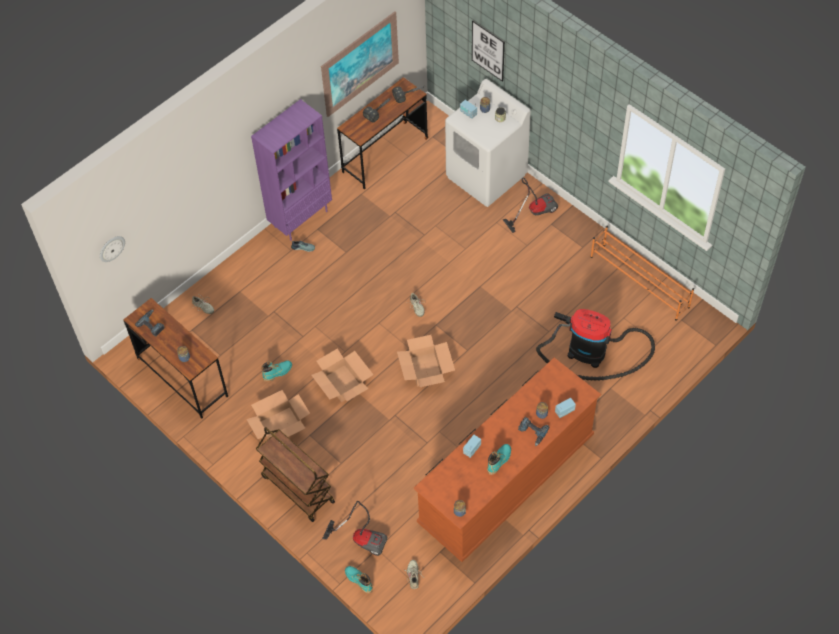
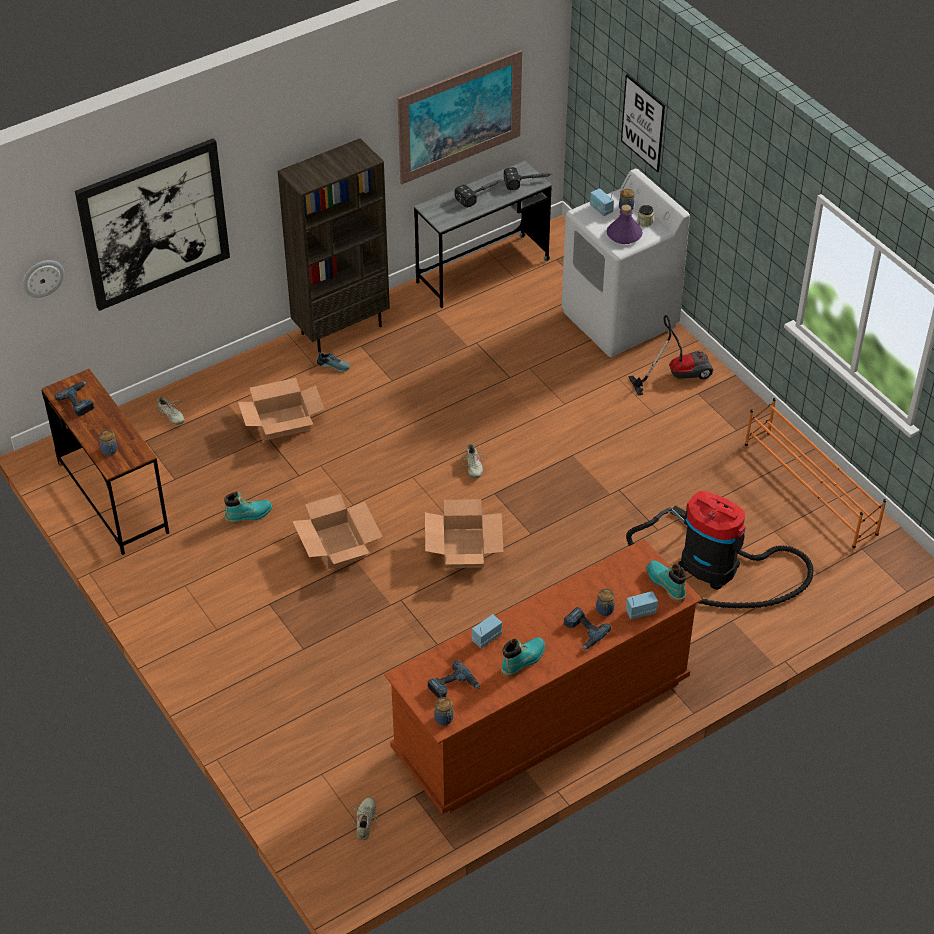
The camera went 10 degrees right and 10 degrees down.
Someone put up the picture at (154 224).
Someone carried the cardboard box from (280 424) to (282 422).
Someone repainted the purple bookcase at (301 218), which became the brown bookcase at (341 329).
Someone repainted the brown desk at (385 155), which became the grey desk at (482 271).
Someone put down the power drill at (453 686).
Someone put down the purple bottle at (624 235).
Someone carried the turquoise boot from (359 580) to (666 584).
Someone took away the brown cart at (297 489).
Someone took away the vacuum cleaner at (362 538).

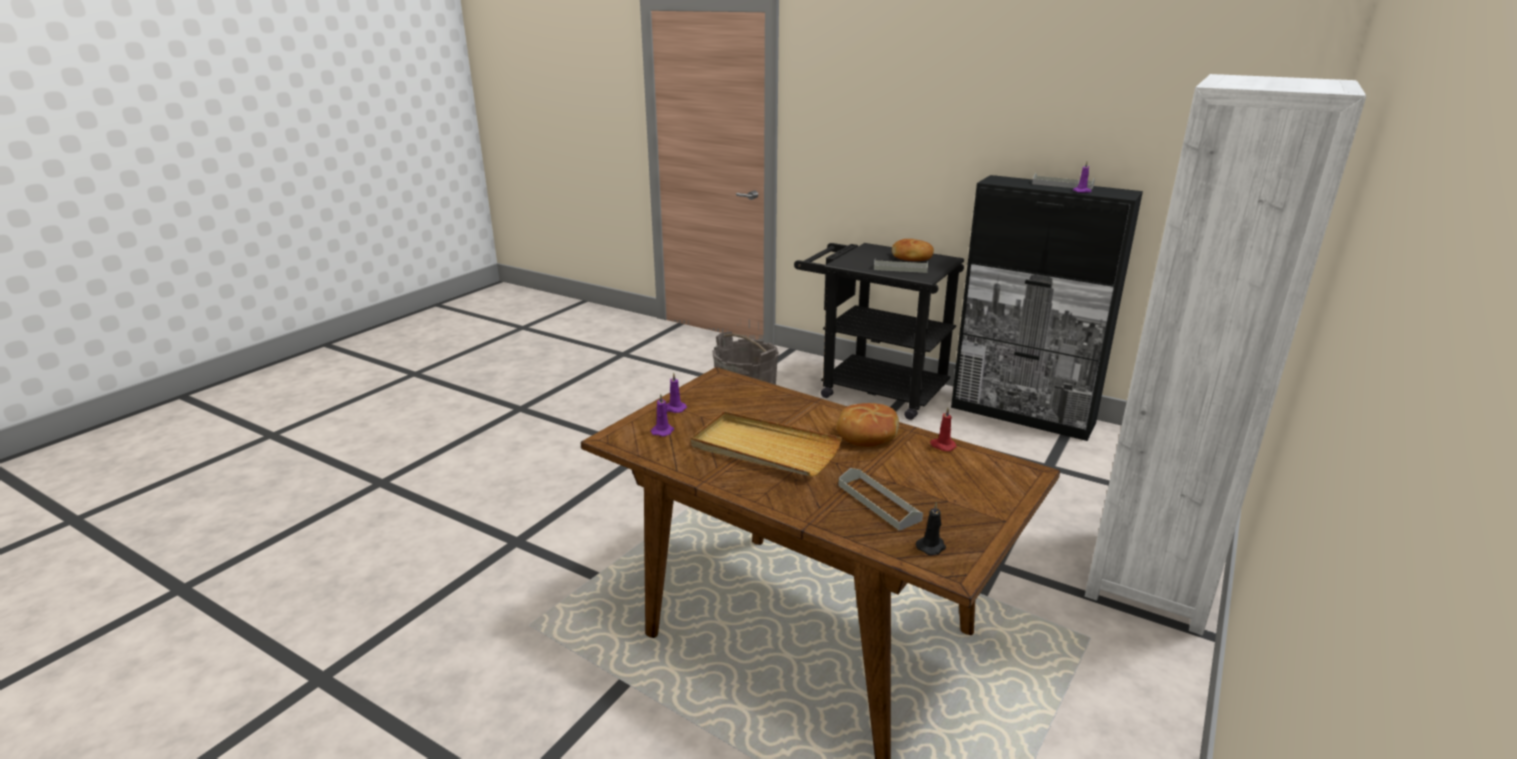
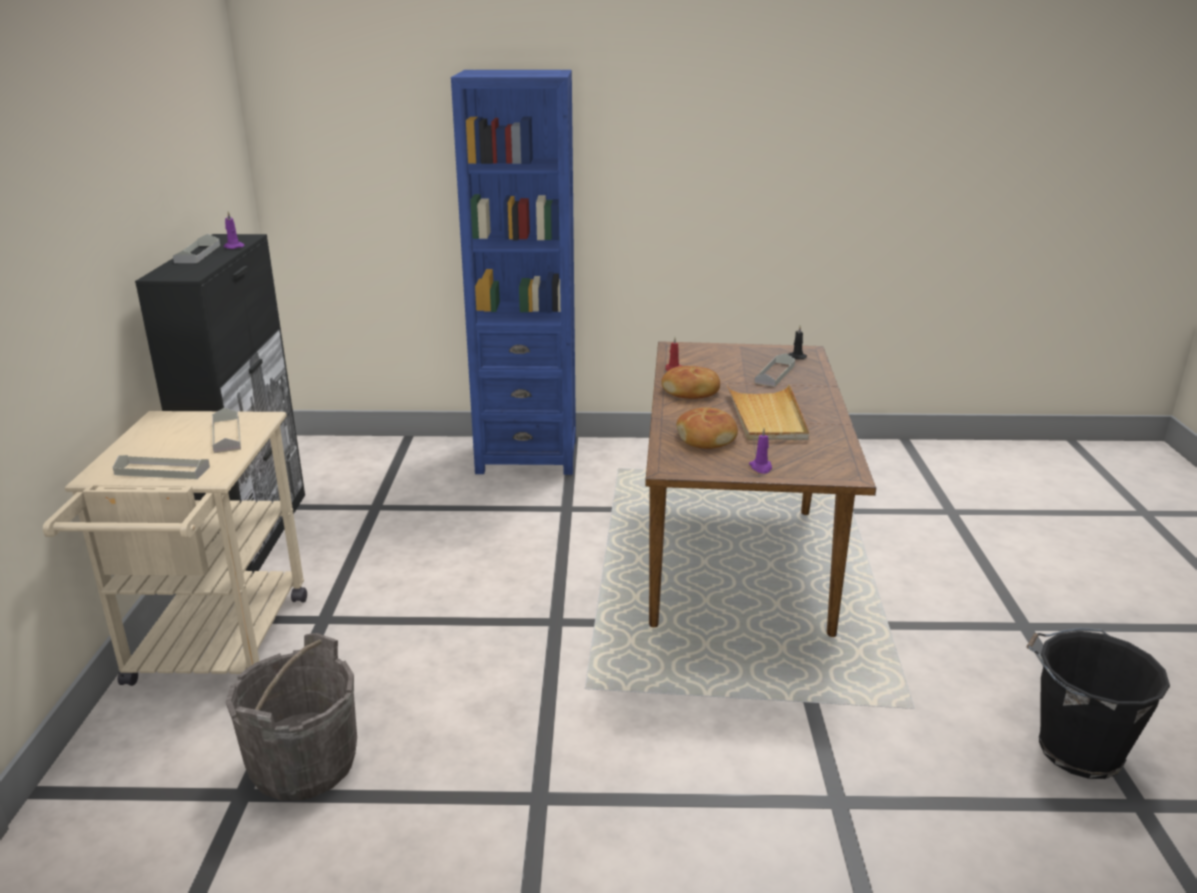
The camera went 120 degrees left and 0 degrees up.
Someone repainted the black cart at (872 389), which became the beige cart at (214 650).
Someone put down the grey tray at (162 471).
Someone repainted the white bookcase at (1151 579), which became the blue bookcase at (527 456).
Someone carried the bread from (912 257) to (706 438).
Someone put down the black bucket at (1076 749).
Someone took away the purple candle at (663 431).

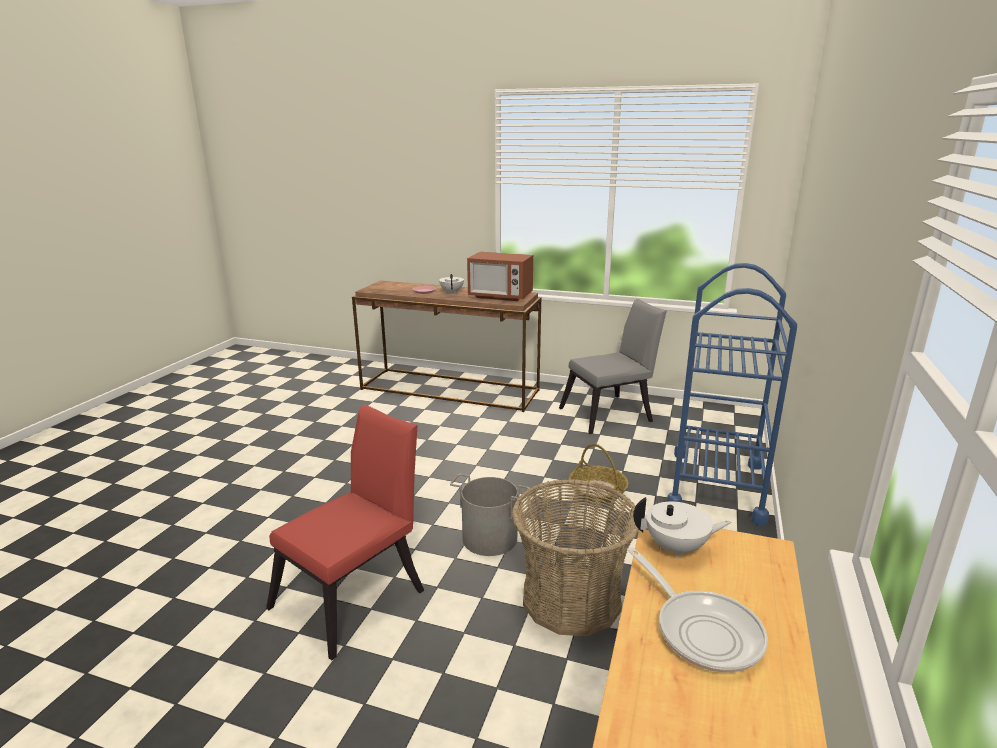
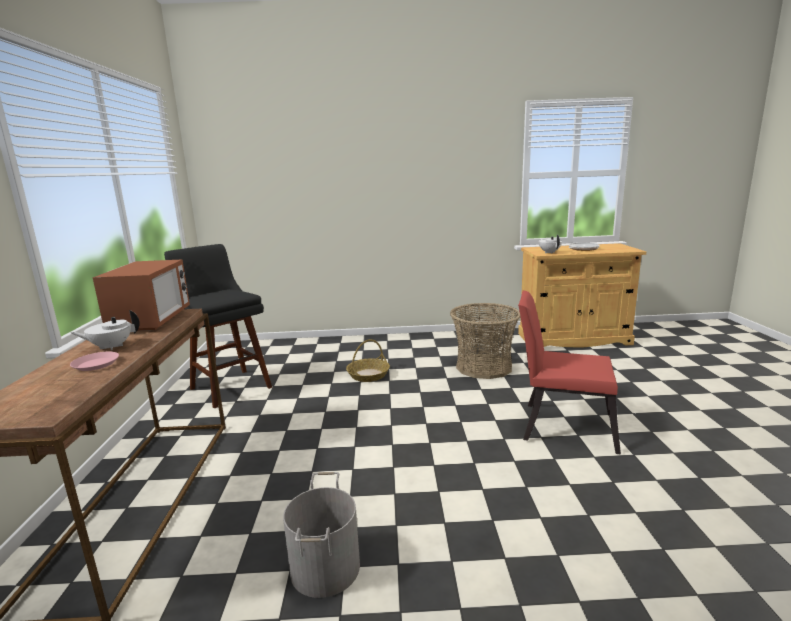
The camera went 110 degrees left and 5 degrees down.
Someone swapped the grey chair at (611 414) for the black stool at (229 386).
Someone carried the grey bucket from (489 539) to (326 568).
Someone took away the blue cart at (716 485).

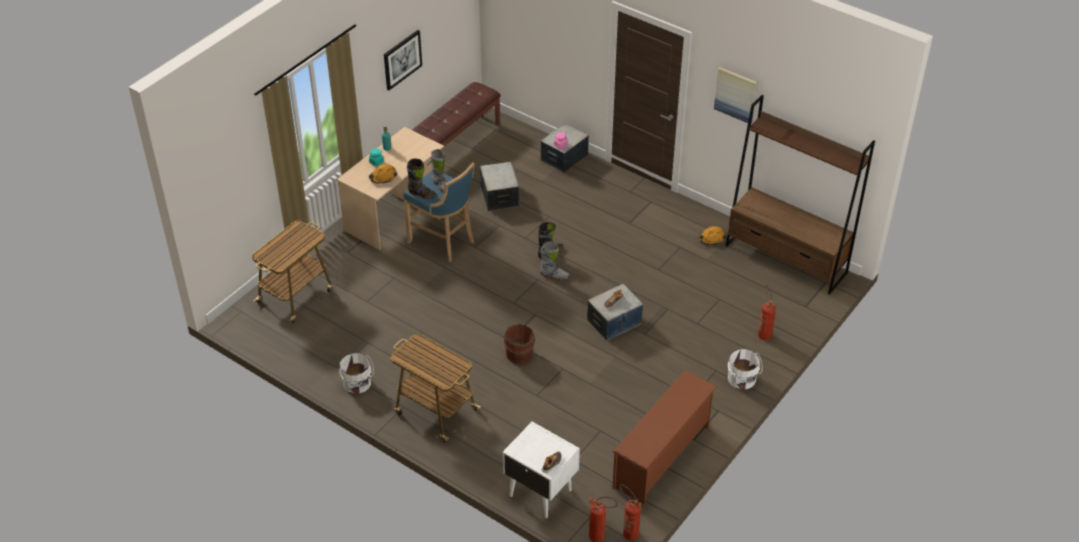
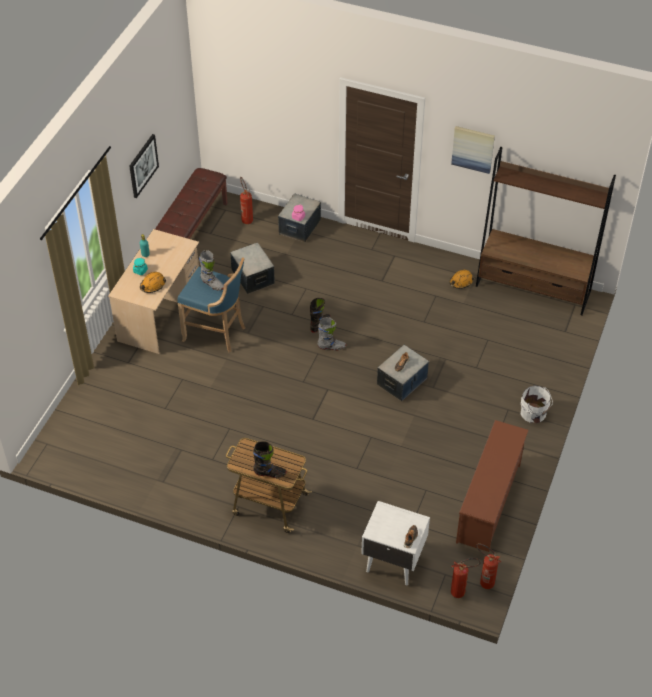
The camera went 15 degrees left and 5 degrees up.
Someone carried the fire extinguisher from (763 333) to (246 218).
Someone carried the black boot from (422 194) to (270 473).
Someone took away the cart at (296 295).
Someone took away the white bucket at (357 384).
Someone took away the brown bucket at (520 353).

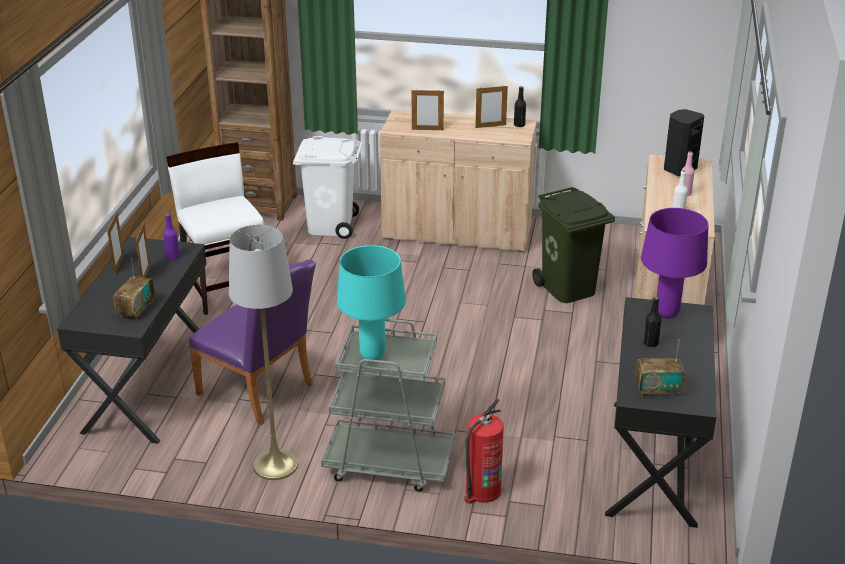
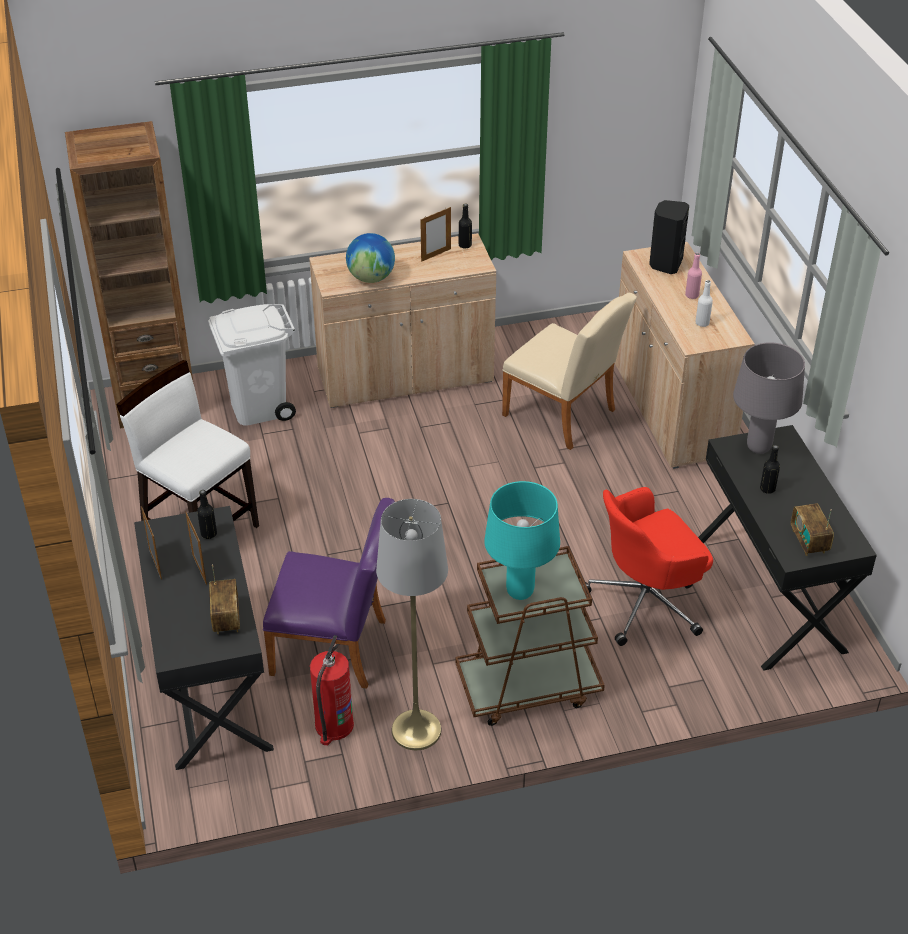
The camera went 25 degrees left and 10 degrees up.
Someone repainted the purple bottle at (173 256), which became the black bottle at (209 534).
Someone carried the fire extinguisher from (482 491) to (333 726).
Someone swapped the picture frame at (427 129) for the globe at (371 278).
Someone repainted the grey cart at (388 463), which became the brown cart at (527 686).
Someone swapped the green trash can at (567 288) for the beige chair at (565 416).
Someone put down the red office chair at (646 602).
Someone repainted the purple table lamp at (666 313), which became the grey table lamp at (758 448).
Someone rotated the radio at (658 390) by 105 degrees clockwise.

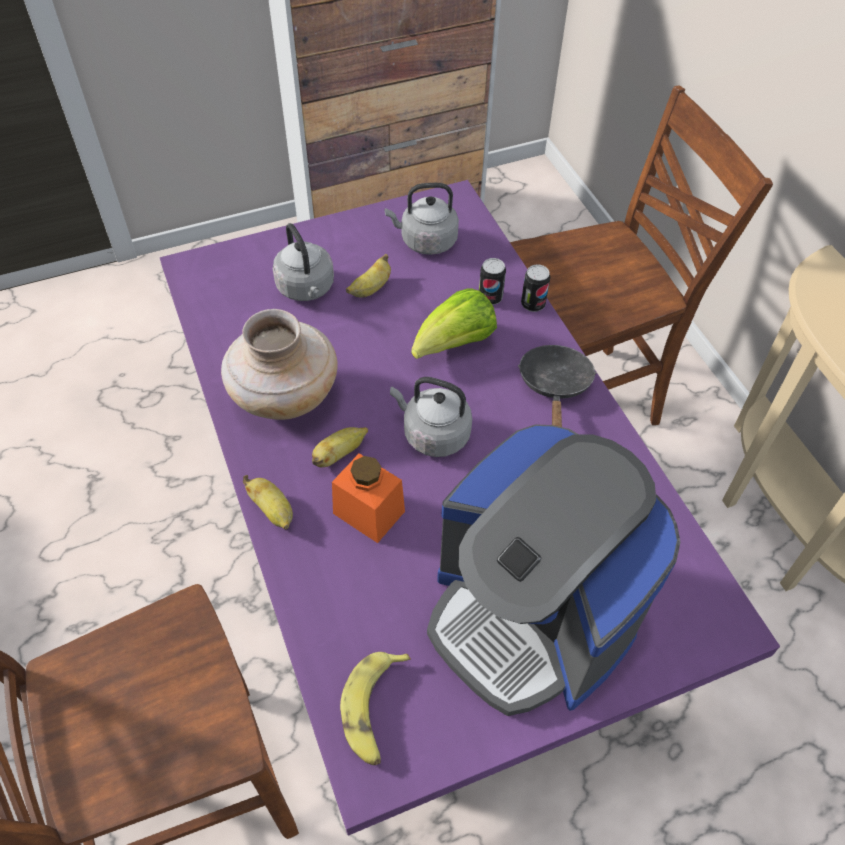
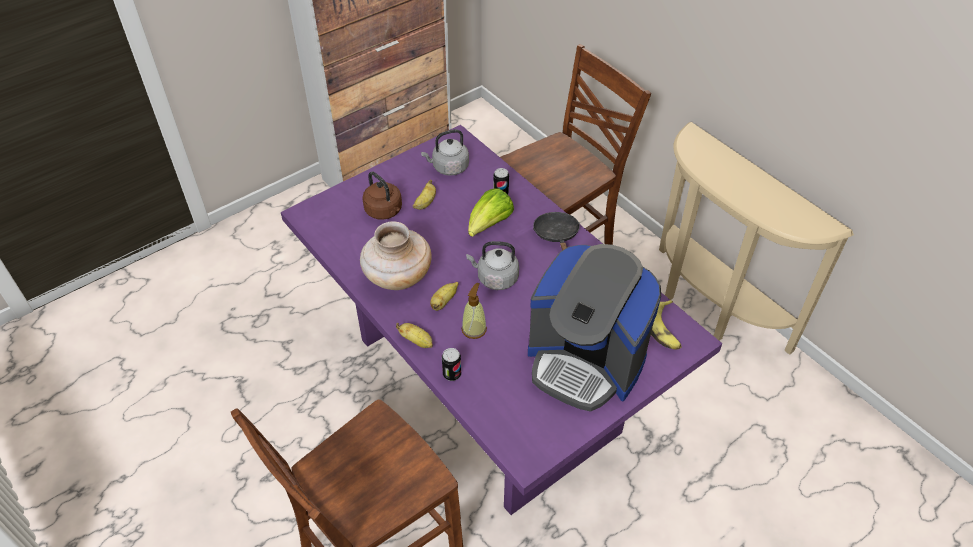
The camera went 15 degrees left and 5 degrees down.
Someone repainted the grey kettle at (306 289), which became the brown kettle at (385 211).
Someone carried the can from (533 304) to (452 374).
Someone swapped the orange jar at (369 512) for the soap dispenser at (474 329).
Someone carried the banana from (374 710) to (665 329).

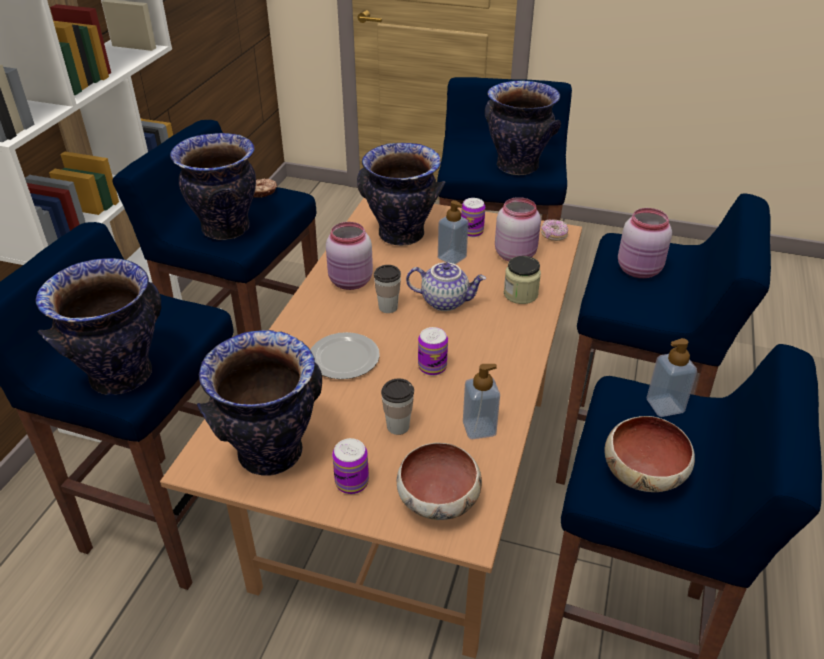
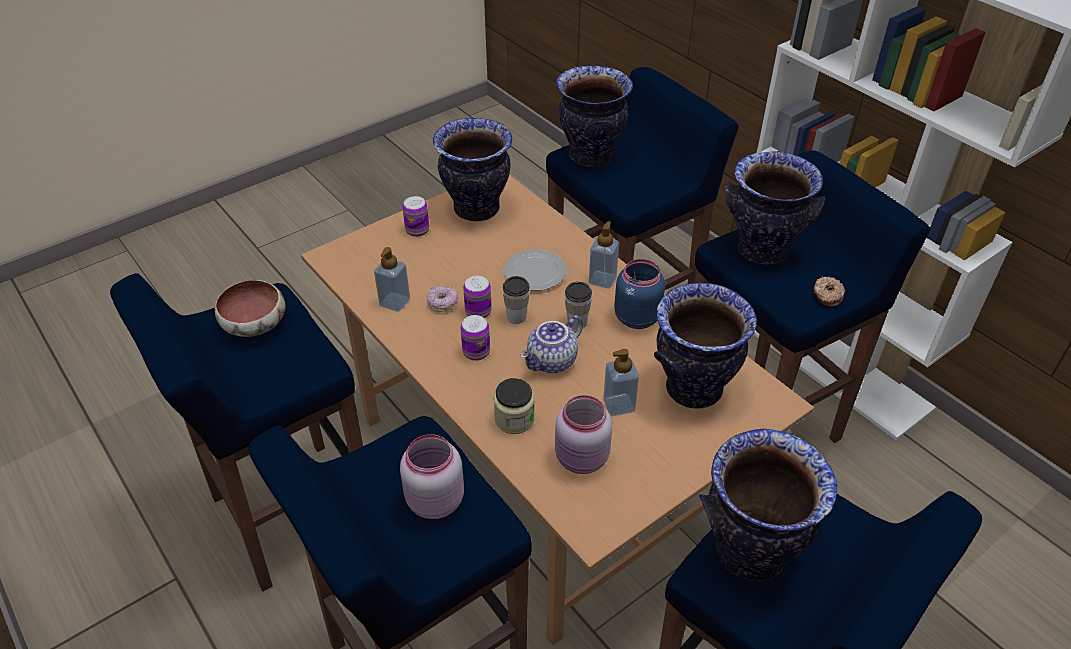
The camera went 125 degrees right and 5 degrees up.
Someone carried the donut from (553 235) to (442 304).
Someone carried the can from (472 231) to (476 352).
Someone carried the cup from (398 426) to (516 317).
Someone carried the soap dispenser from (665 406) to (602 280).
Someone repainted the pink jar at (351 282), which became the blue jar at (635 318).
Someone took away the bowl at (439 500).

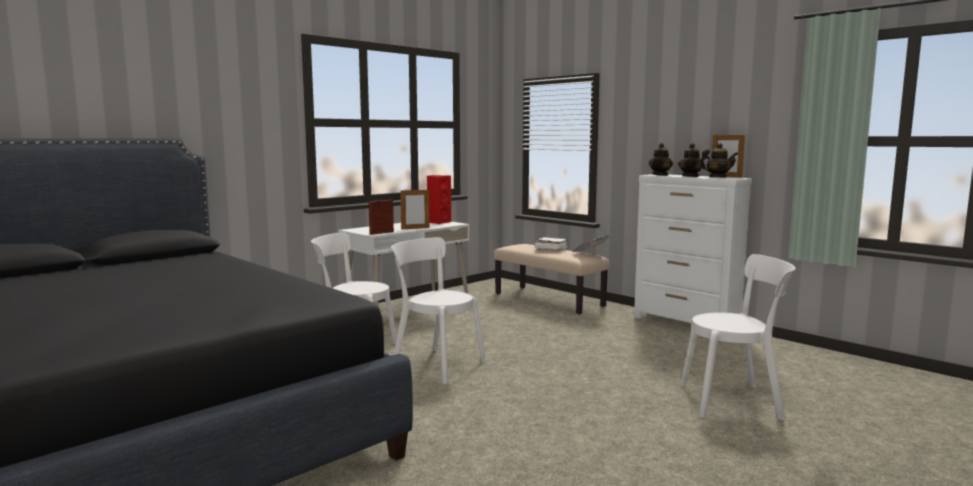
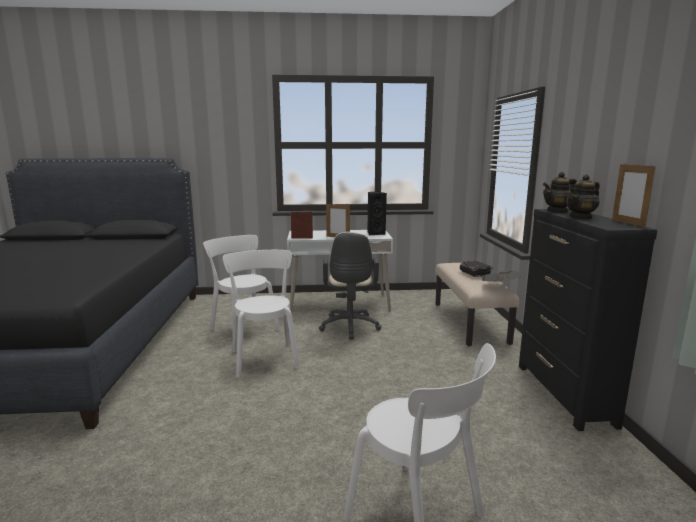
The camera went 40 degrees right and 5 degrees up.
Someone put down the beige office chair at (349 328).
Someone repainted the red speaker at (438 222), which became the black speaker at (375 233).
Someone repainted the white book at (550 249), which became the black book at (475 274).
Someone repainted the white dresser at (686 324), which became the black dresser at (564 394).
Someone took away the teapot at (717 177).

